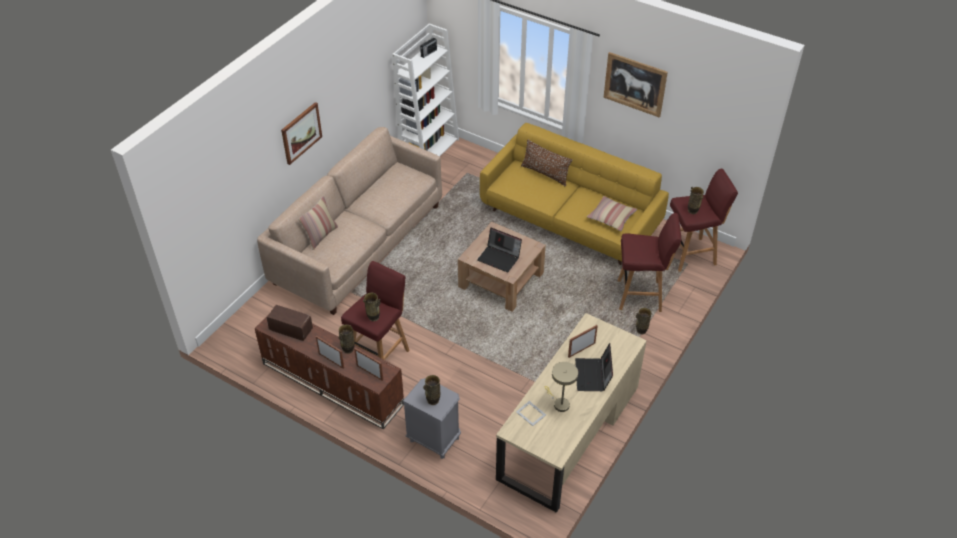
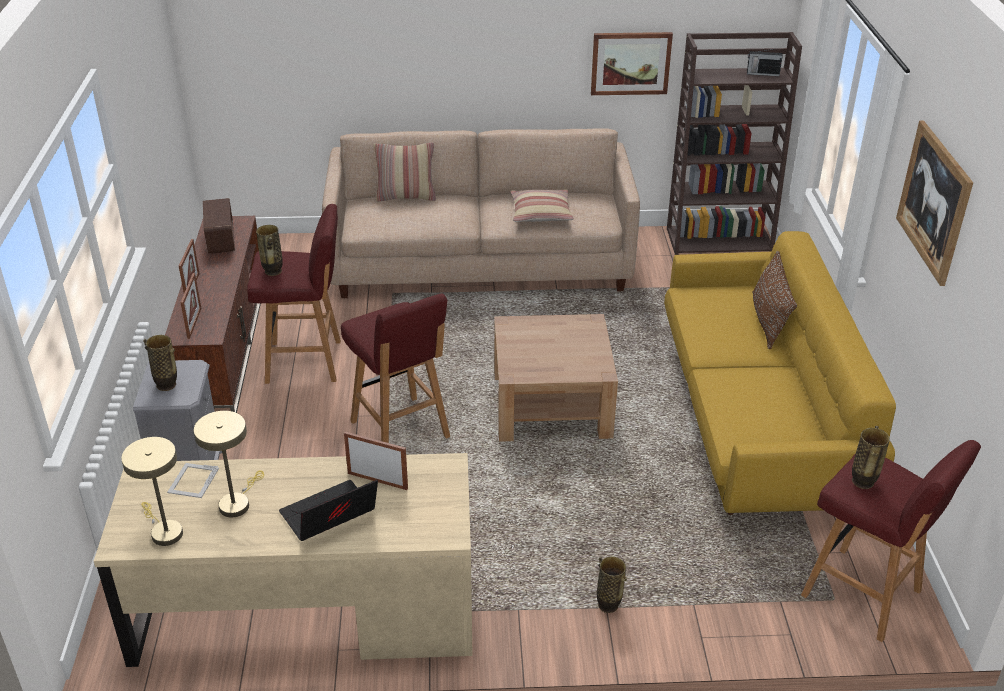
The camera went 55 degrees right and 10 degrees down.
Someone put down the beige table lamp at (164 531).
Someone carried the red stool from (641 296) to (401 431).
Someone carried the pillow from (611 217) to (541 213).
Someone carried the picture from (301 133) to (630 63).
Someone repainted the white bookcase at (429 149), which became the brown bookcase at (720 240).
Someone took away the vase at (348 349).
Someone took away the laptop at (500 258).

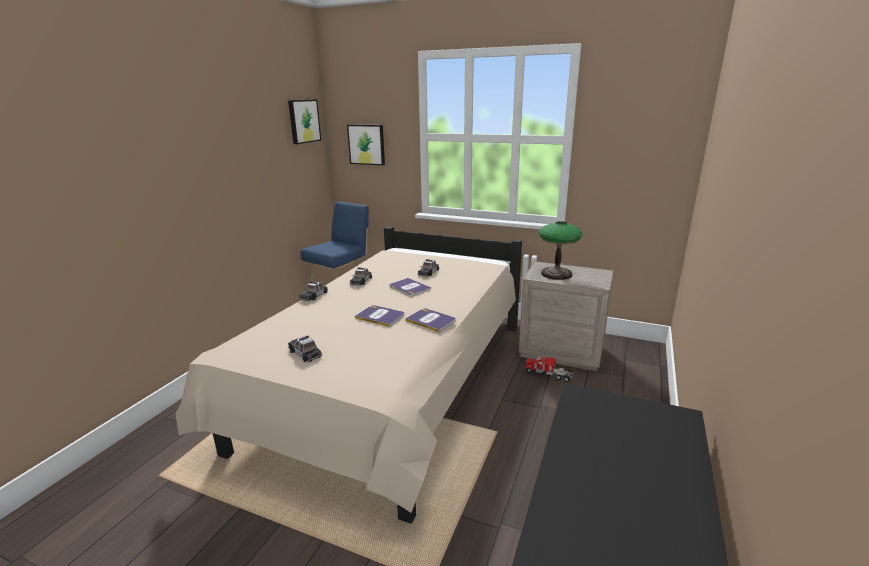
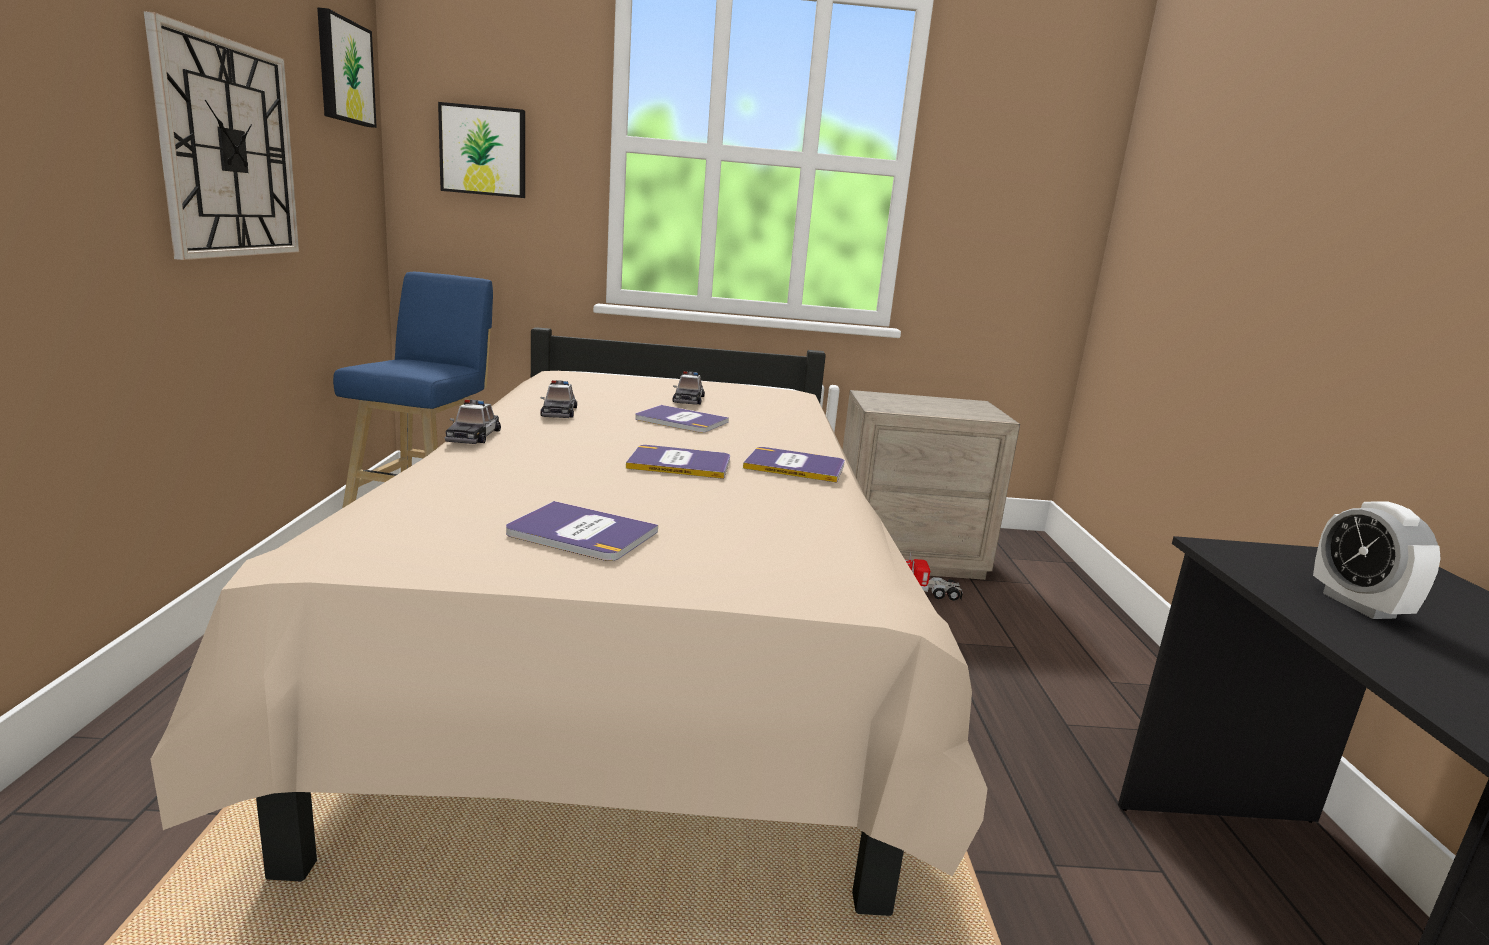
The camera went 25 degrees left and 5 degrees down.
Someone put up the wall clock at (229 150).
Someone swapped the toy car at (305 353) for the book at (581 533).
Someone put down the alarm clock at (1358 605).
Someone took away the table lamp at (556 274).

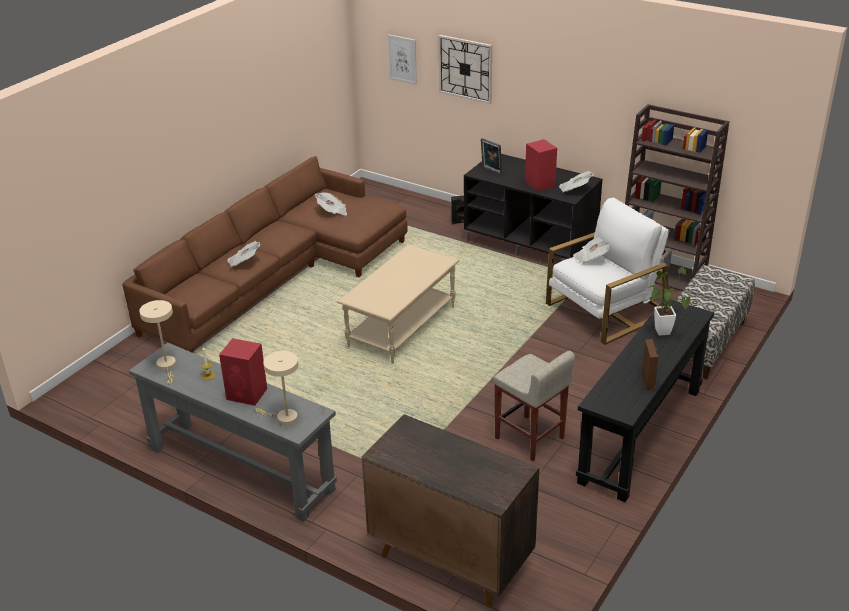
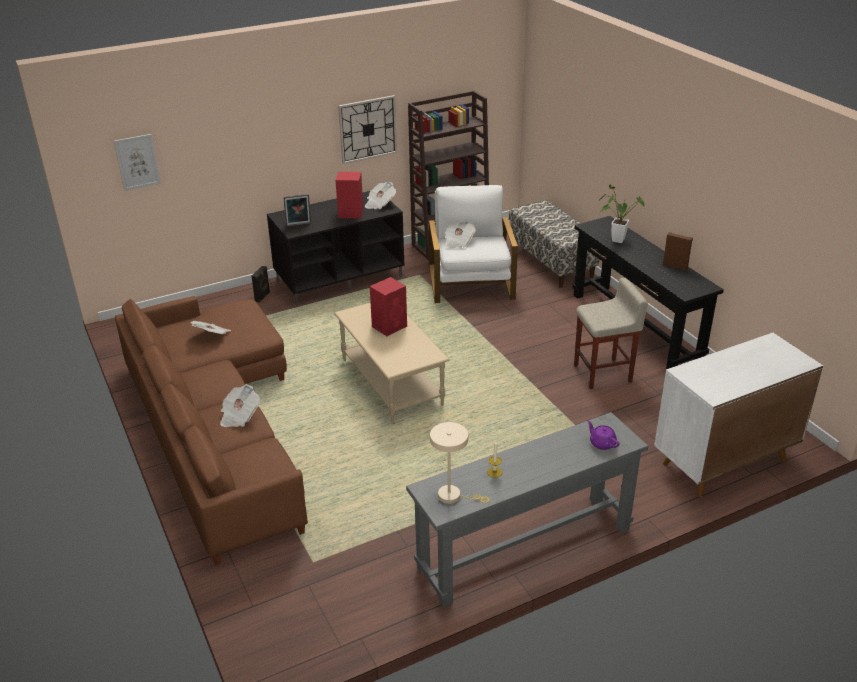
The camera went 60 degrees left and 0 degrees up.
Someone carried the wall clock from (465 68) to (367 129).
Someone carried the red speaker from (247 394) to (390 326).
Someone swapped the beige table lamp at (283 417) for the purple teapot at (602 443).
Someone repainted the brown cabinet at (449 560), which became the white cabinet at (723 462).

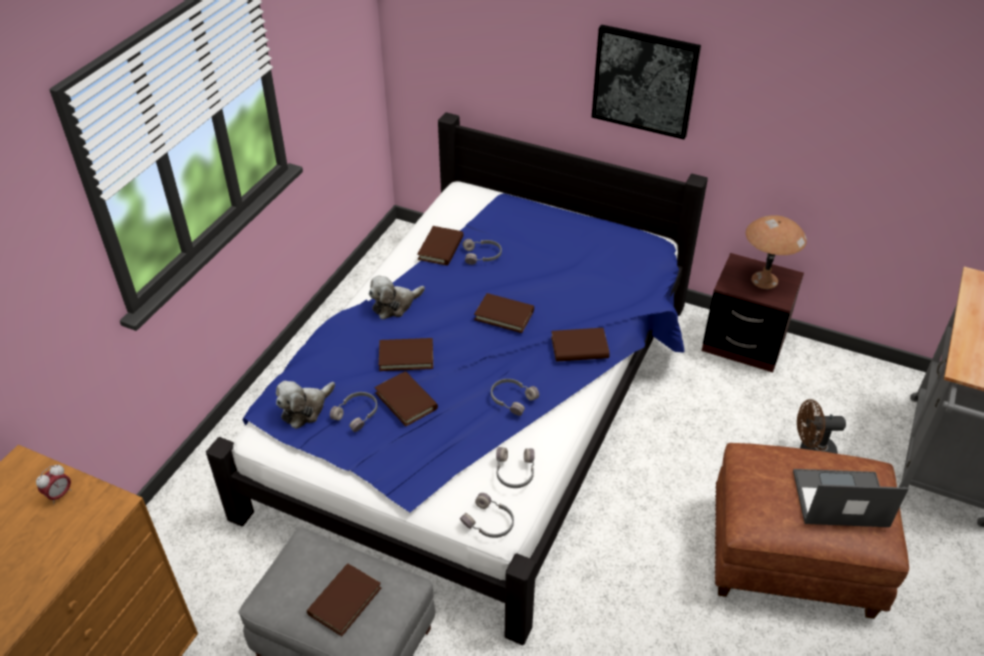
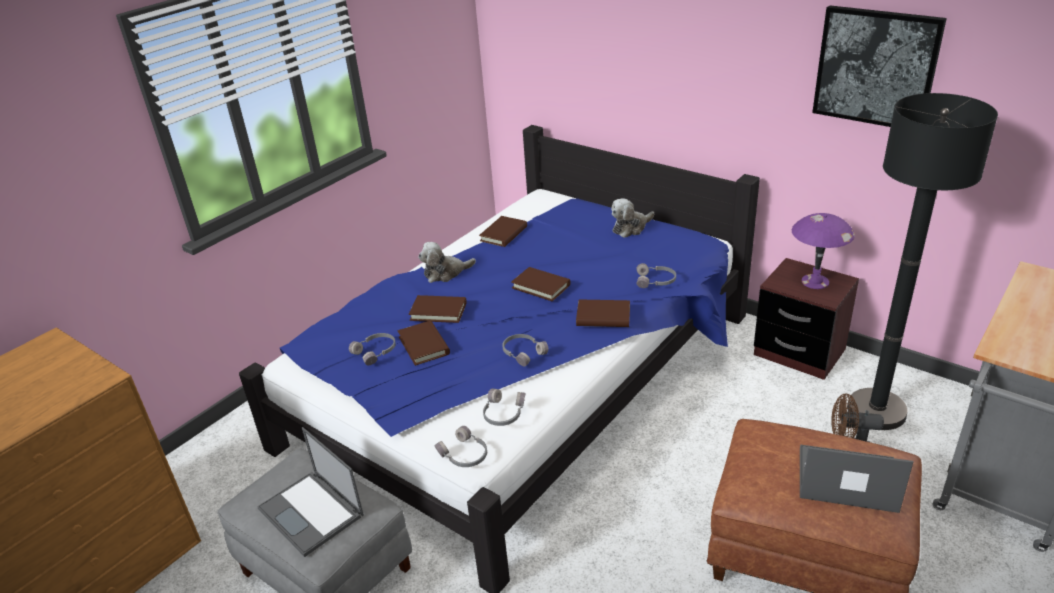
The camera went 15 degrees right and 10 degrees down.
Someone swapped the brown book at (344 601) for the laptop at (312 512).
Someone carried the plush toy from (305 409) to (631 228).
Someone carried the grey headphones from (482 256) to (656 281).
Someone repainted the brown table lamp at (764 280), which became the purple table lamp at (814 281).
Someone carried the picture from (644 81) to (876 67).
Someone put down the black floor lamp at (876 411).
Someone took away the alarm clock at (59 495).

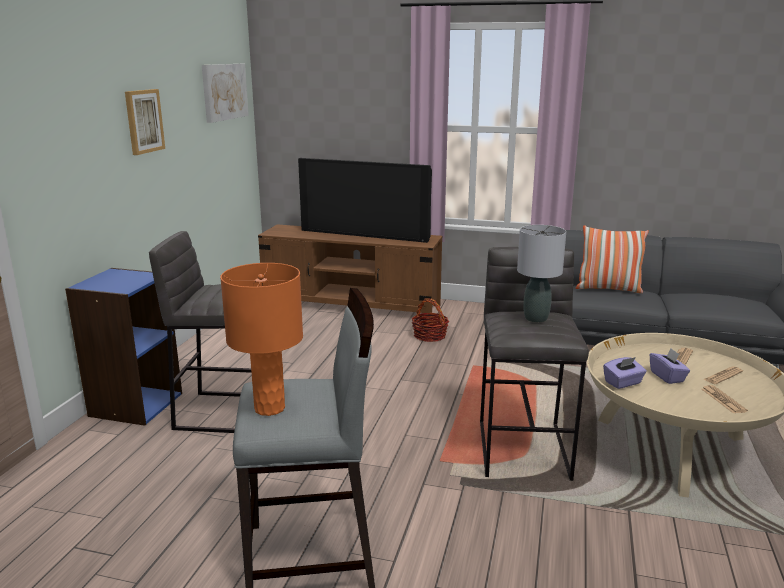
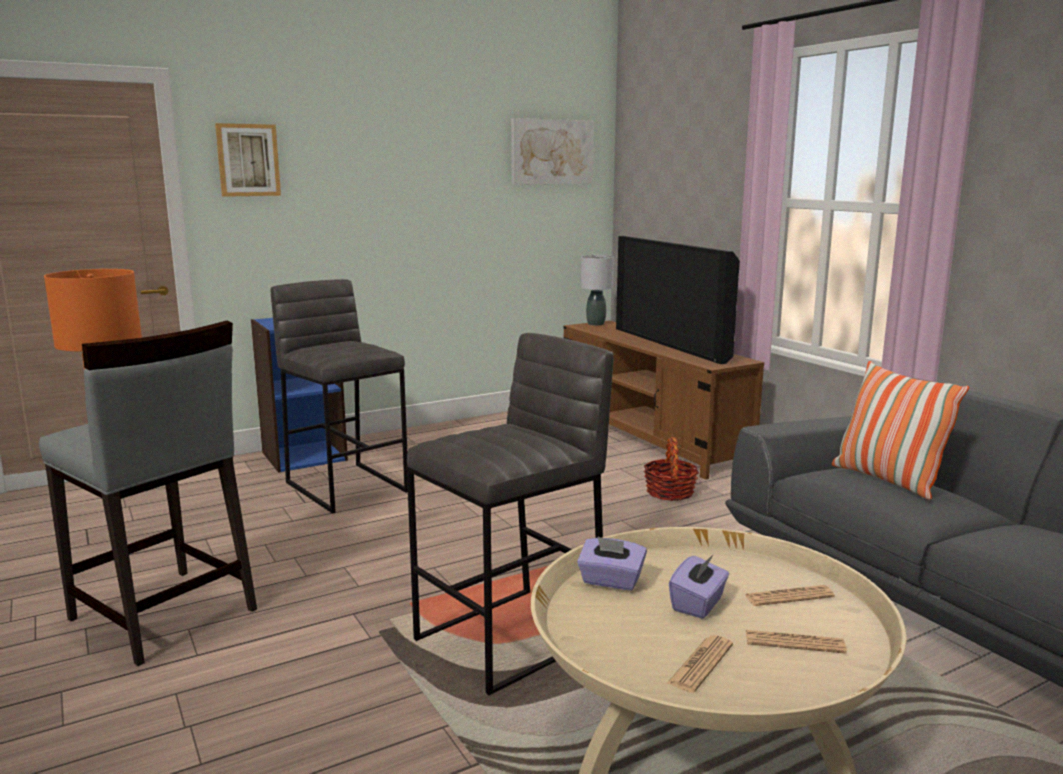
The camera went 45 degrees right and 5 degrees down.
Someone carried the picture from (143 121) to (248 160).
Someone carried the grey table lamp from (535 318) to (595 324).

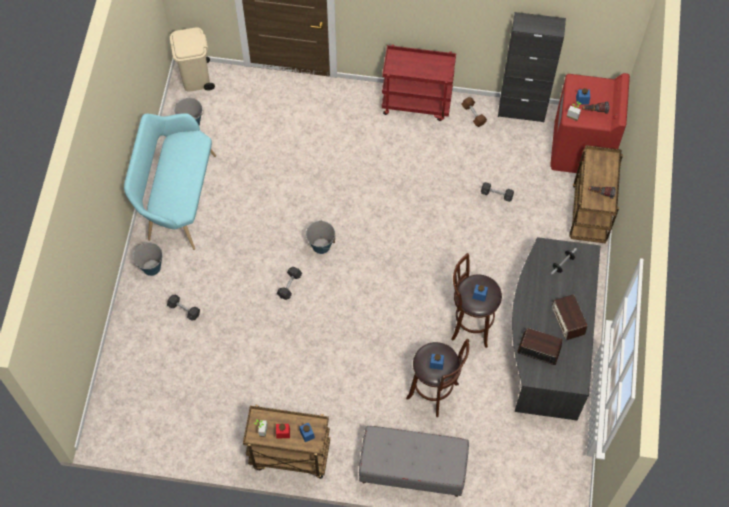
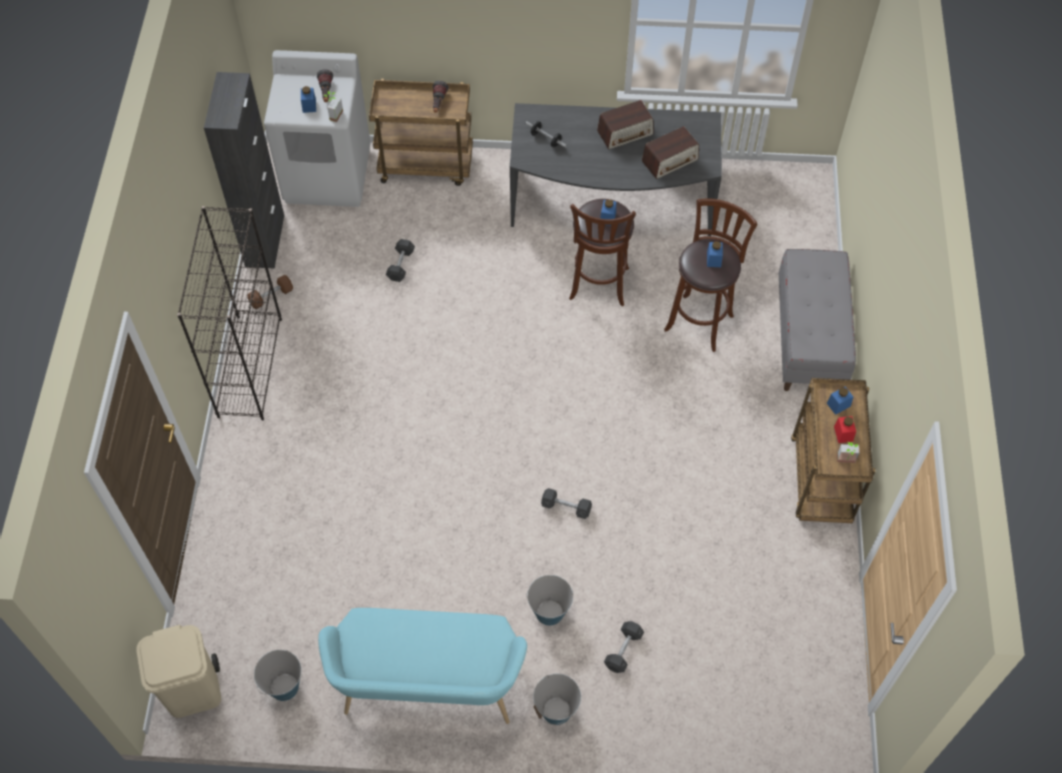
The camera went 95 degrees left and 5 degrees down.
Someone swapped the red cart at (417 103) for the black bookcase at (249 366).
Someone repainted the red washing machine at (581 150), which became the white washing machine at (328 175).
Someone carried the bucket from (321 245) to (549 612).
Someone rotated the radio at (538 350) by 135 degrees counterclockwise.

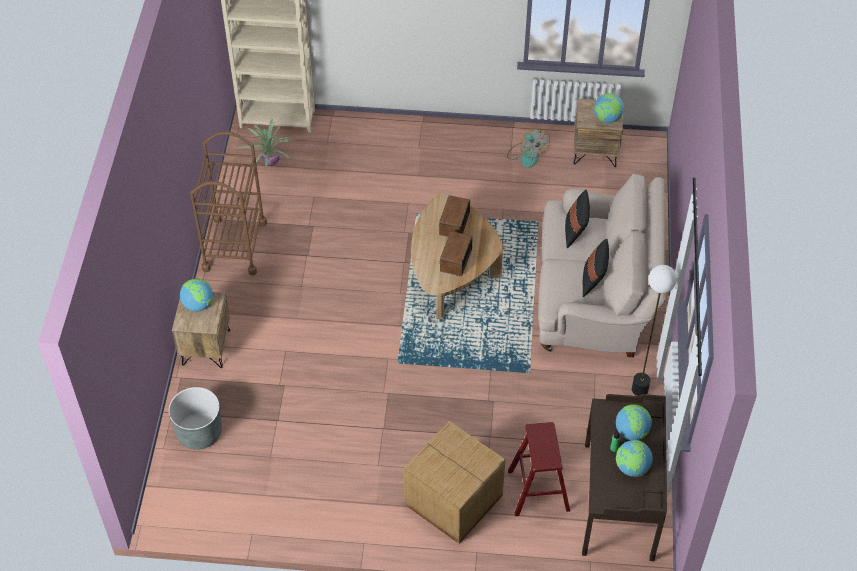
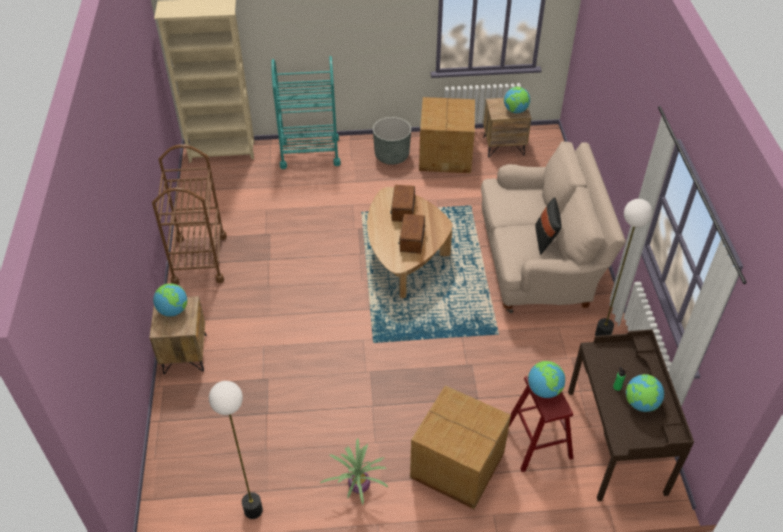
The camera went 10 degrees left and 5 degrees down.
Someone put down the floor lamp at (253 510).
Someone put down the turquoise cart at (309 153).
Someone carried the potted plant from (270 161) to (358 486).
Someone carried the grey planter from (199 432) to (392 155).
Someone swapped the fan at (526 155) for the cardboard box at (446 154).
Someone carried the globe from (631 432) to (544 390).
Someone took away the black pillow at (575 232).

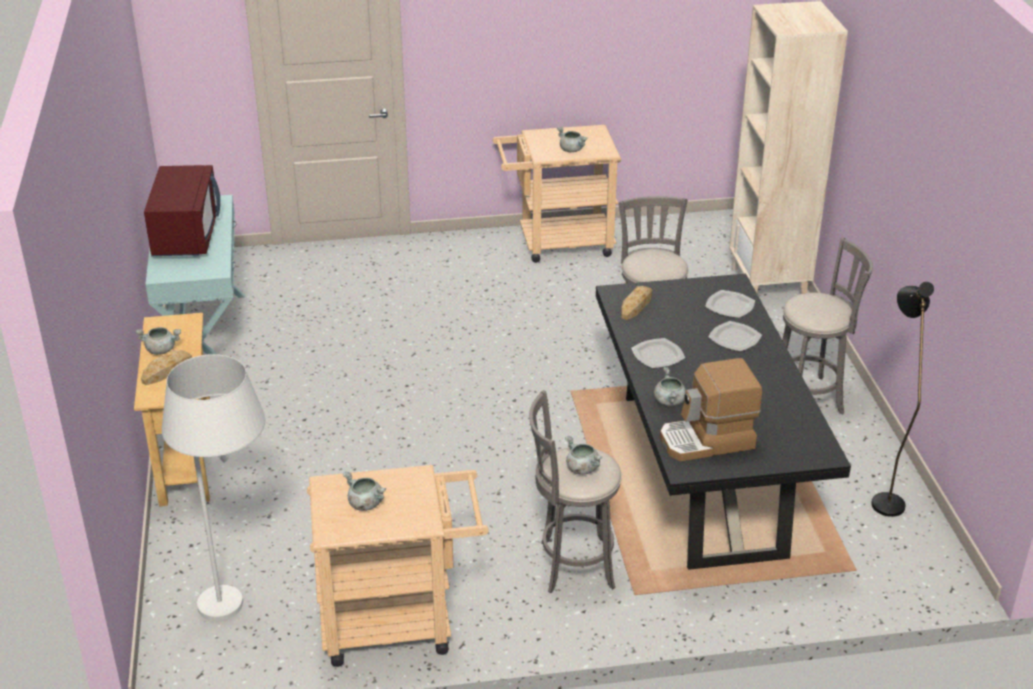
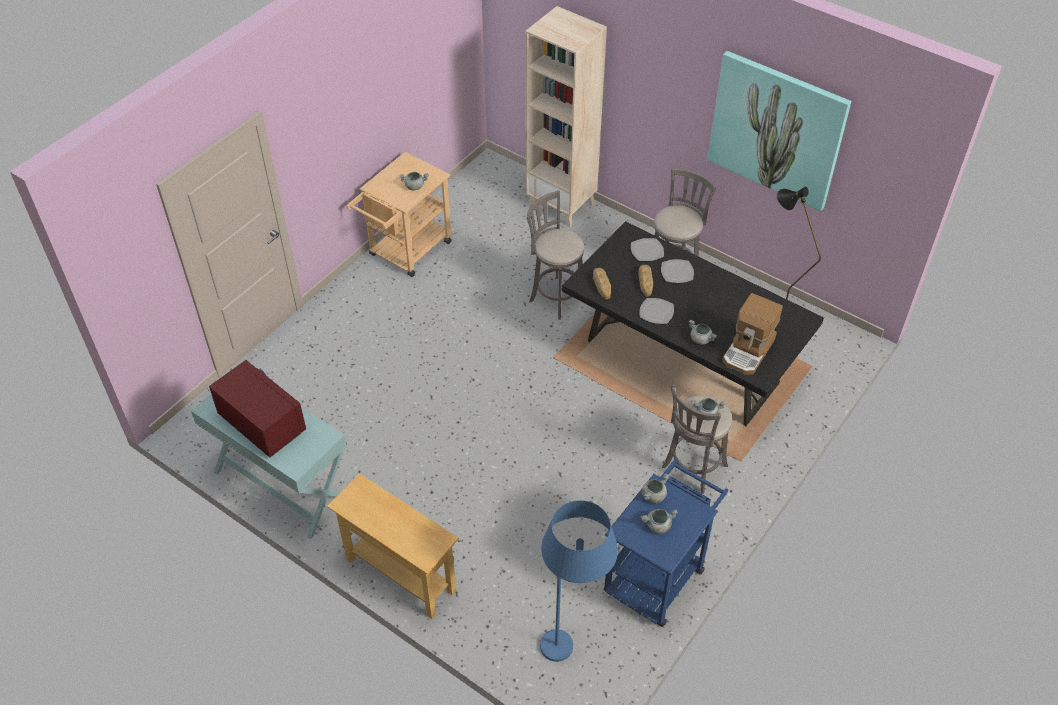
The camera went 45 degrees left and 15 degrees up.
Someone repainted the white floor lamp at (242 611), which became the blue floor lamp at (573 639).
Someone repainted the beige cart at (399 622), which became the blue cart at (658 573).
Someone carried the bread from (167 371) to (645 282).
Someone carried the grey cooking pot from (161 350) to (653 495).
Someone put up the picture at (777 130).

